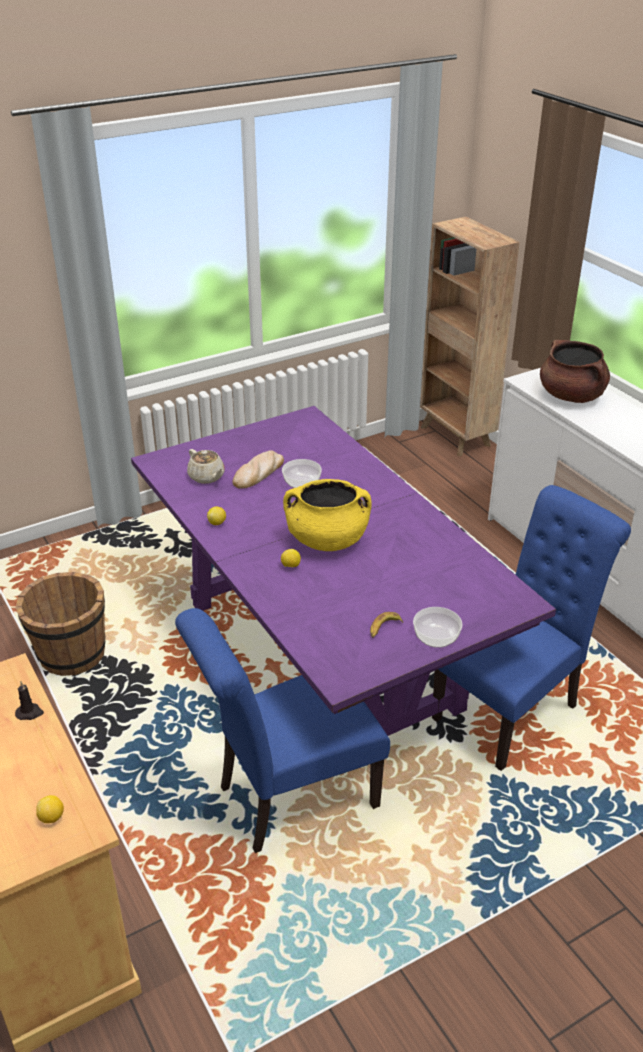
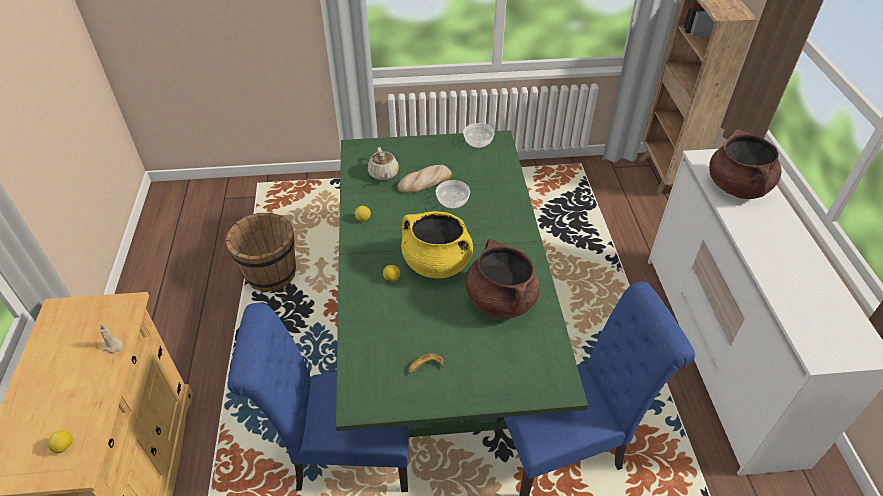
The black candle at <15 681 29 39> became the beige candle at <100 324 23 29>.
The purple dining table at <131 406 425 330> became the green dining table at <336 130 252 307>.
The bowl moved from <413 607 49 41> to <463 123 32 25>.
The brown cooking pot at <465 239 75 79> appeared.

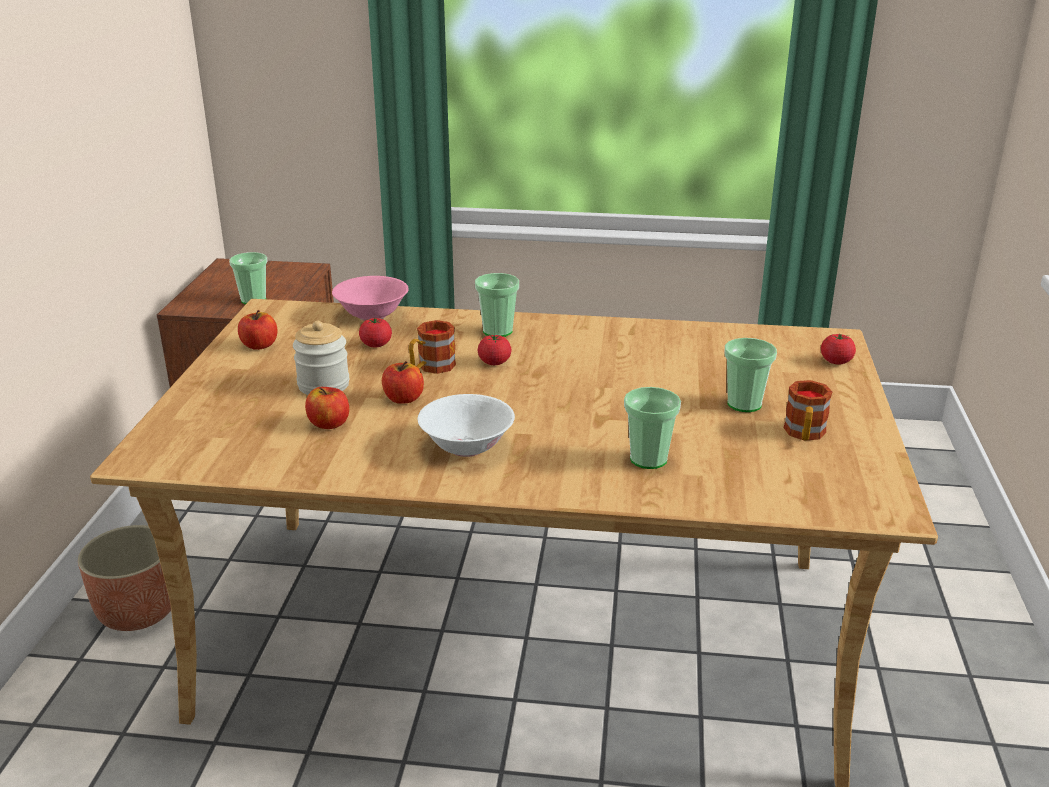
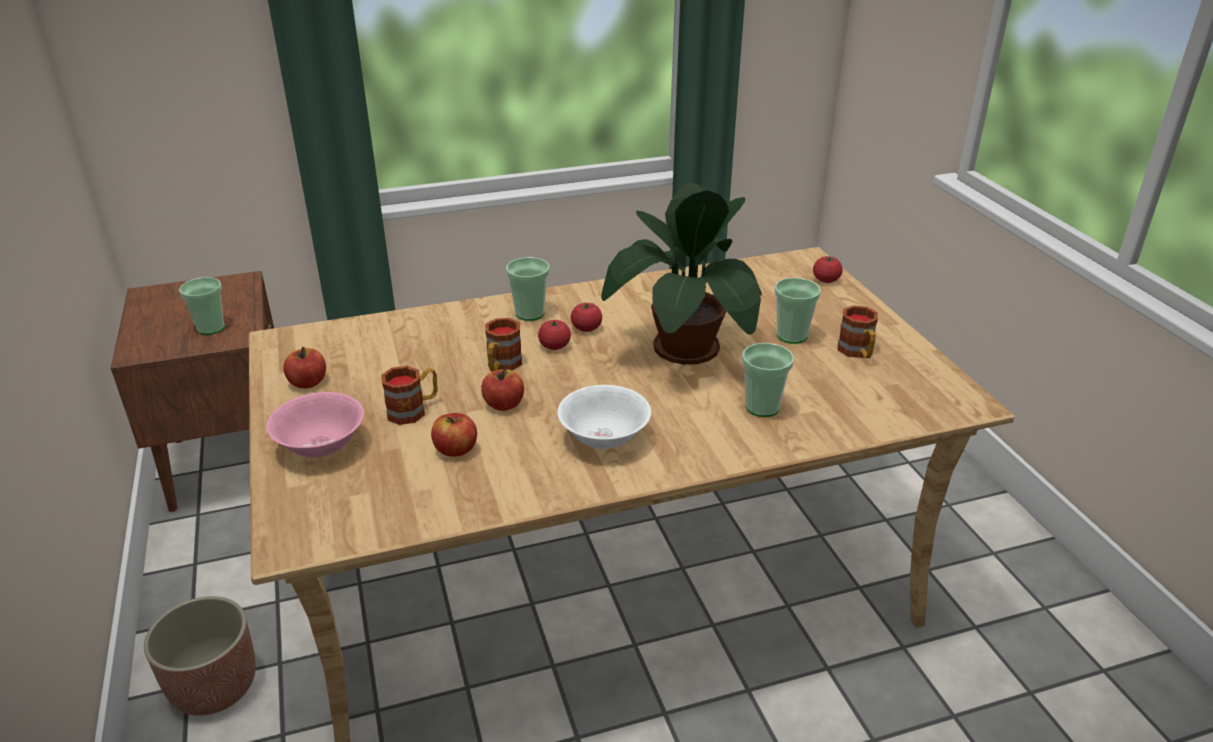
The jar at <293 321 57 74> was replaced by the mug at <381 366 57 59>.
The pink bowl moved from <332 276 77 45> to <266 392 98 65>.
The tomato moved from <359 318 33 29> to <571 303 31 29>.
The potted plant at <601 183 161 182> appeared.

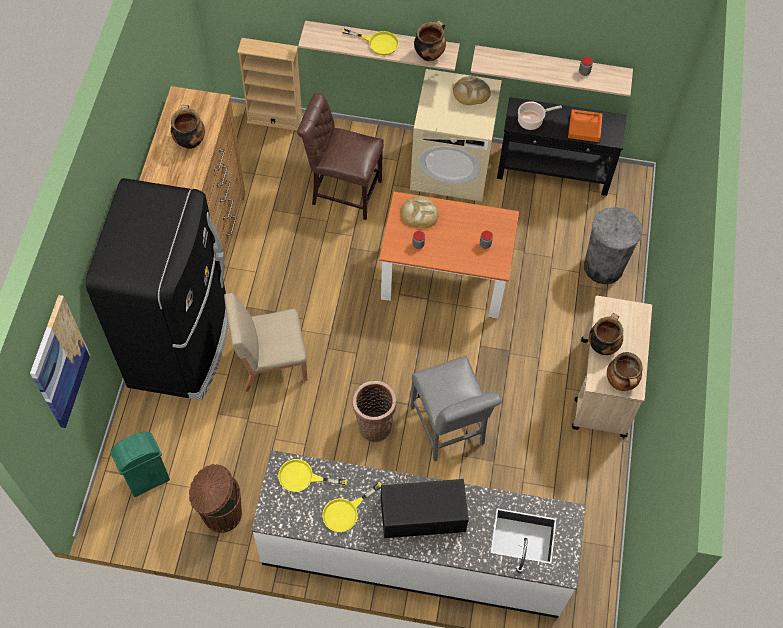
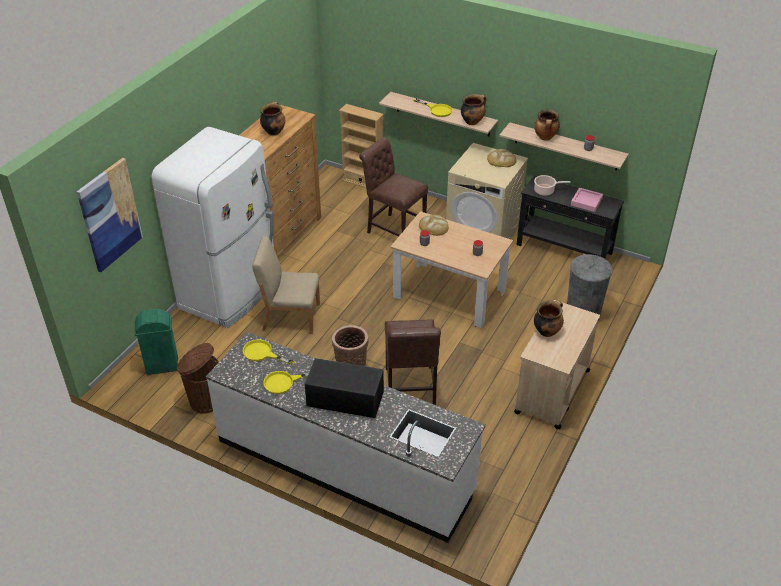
The black fridge at <86 178 142 222> became the white fridge at <152 127 122 201>.
The orange dining table at <379 192 140 127> became the beige dining table at <390 211 123 117>.
The grey chair at <410 355 91 107> became the brown chair at <385 319 56 86>.
The orange tray at <568 109 35 33> became the pink tray at <571 188 32 24>.
The cooking pot moved from <607 352 36 39> to <534 109 26 31>.

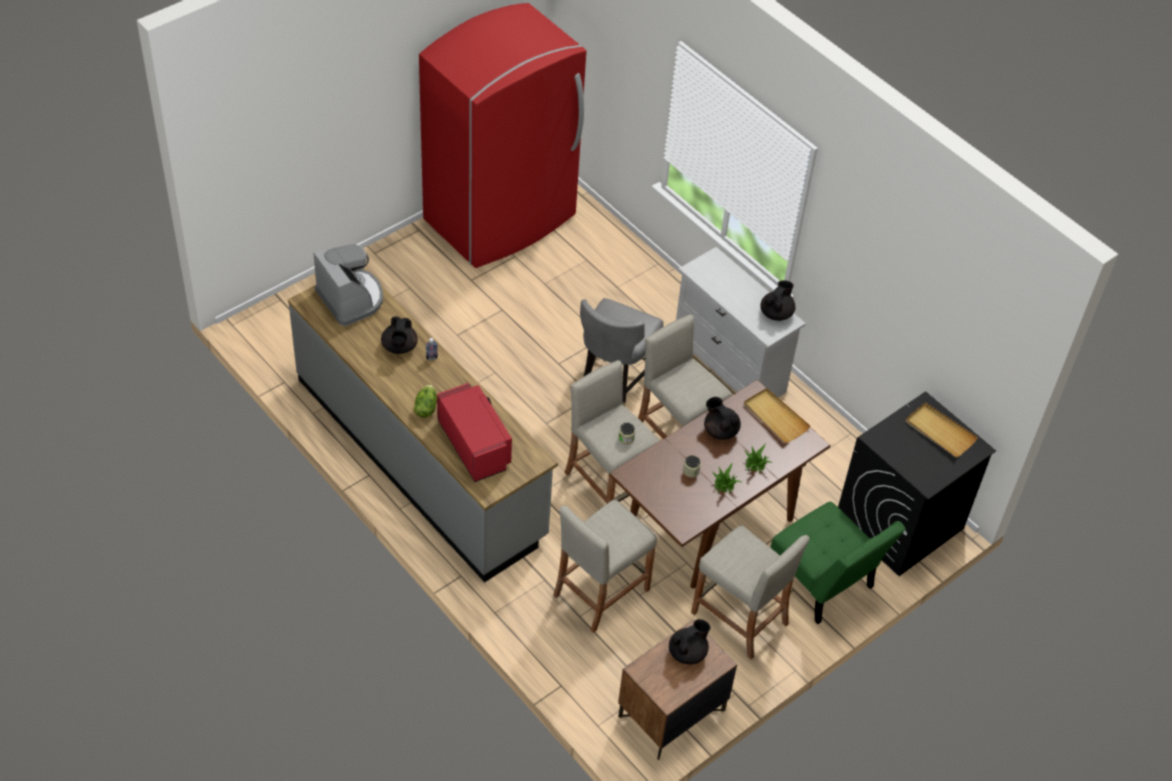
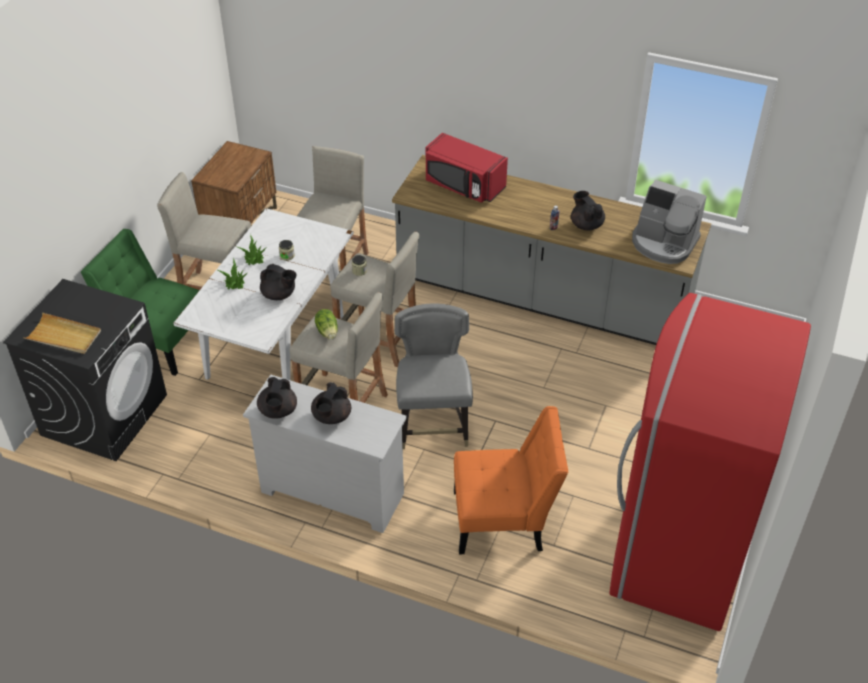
The lettuce moved from <414 384 23 34> to <315 309 23 31>.
The brown dining table at <609 380 221 209> became the white dining table at <173 208 181 172>.
The black teapot moved from <669 619 41 45> to <311 382 40 42>.
The beige tray at <744 388 67 55> disappeared.
The orange chair at <454 406 114 149> appeared.

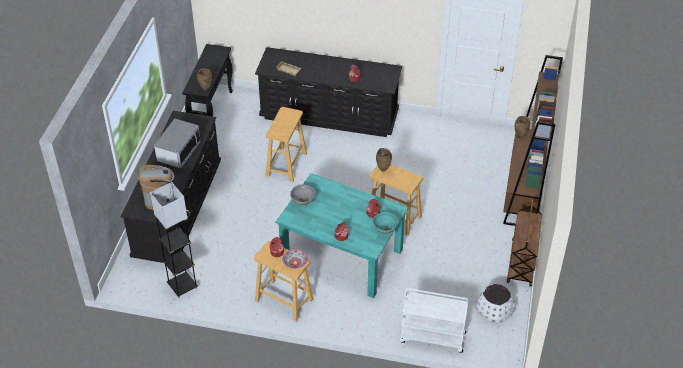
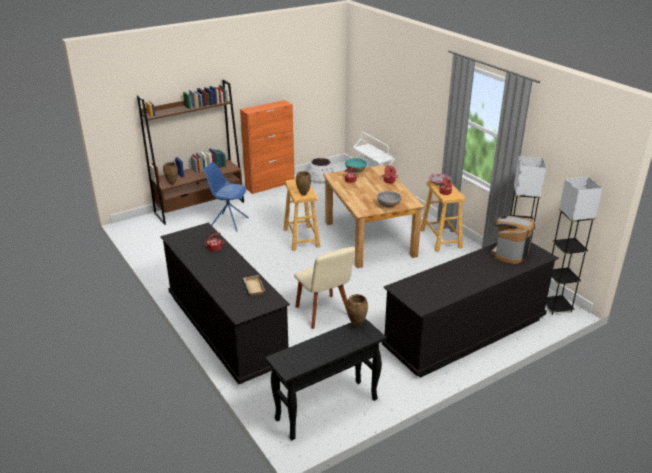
The microwave at <154 119 47 49> disappeared.
The beige stool at <266 107 41 75> was replaced by the beige chair at <294 247 61 82>.
The turquoise dining table at <275 173 133 125> became the brown dining table at <323 165 102 103>.
The brown cart at <507 200 35 87> was replaced by the orange cabinet at <240 100 55 94>.
The blue chair at <203 162 46 70> appeared.
The grey floor lamp at <546 177 57 138> appeared.

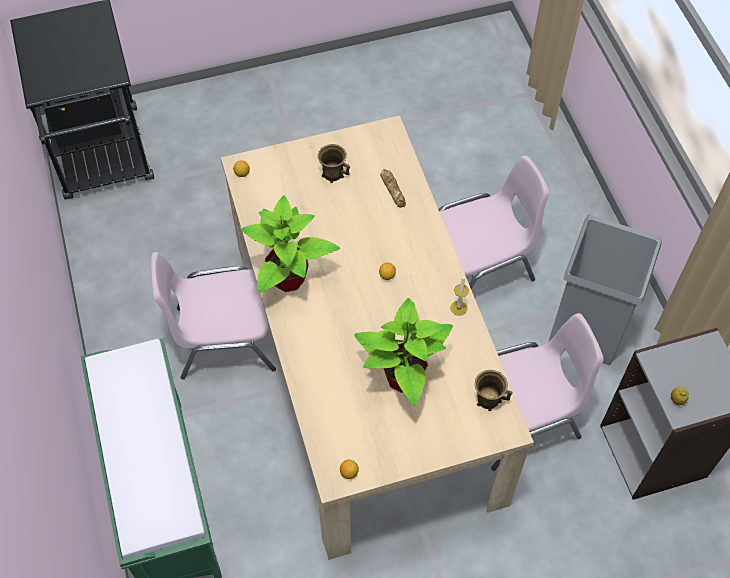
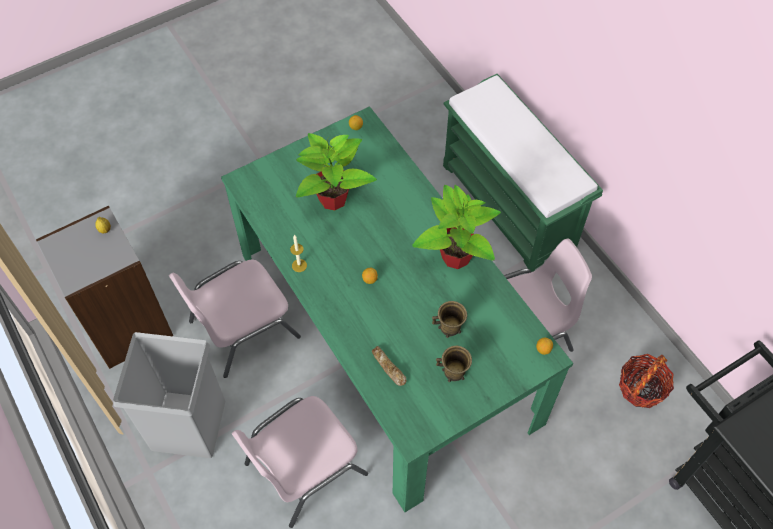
The beige dining table at <221 115 313 445> became the green dining table at <221 106 352 406>.
The brown mug moved from <475 370 38 41> to <432 301 35 37>.
The basket at <619 354 55 54> appeared.

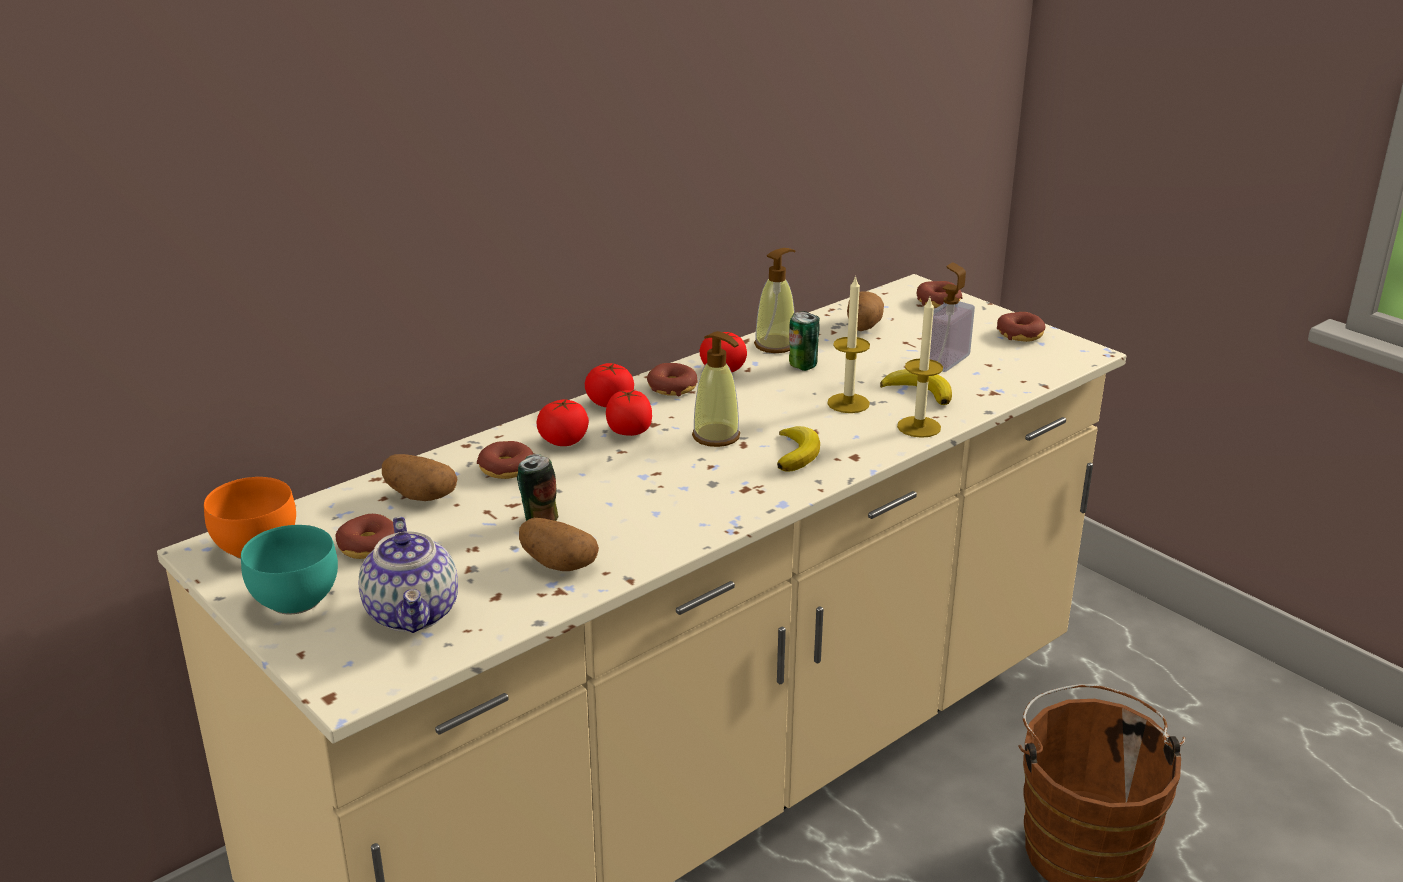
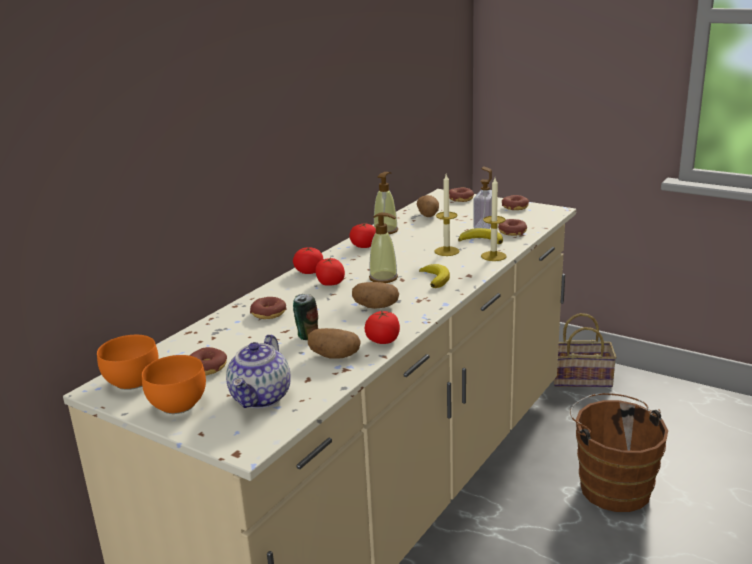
The turquoise bowl at <241 525 97 89> became the orange bowl at <142 355 64 59>.
The teapot at <358 517 100 116> turned 45 degrees clockwise.
The potato moved from <382 454 75 47> to <352 282 47 27>.
The tomato moved from <536 398 53 48> to <365 311 35 33>.
The donut moved from <647 363 51 33> to <498 219 29 17>.
The can at <789 311 31 60> disappeared.
The basket at <553 313 64 74> appeared.

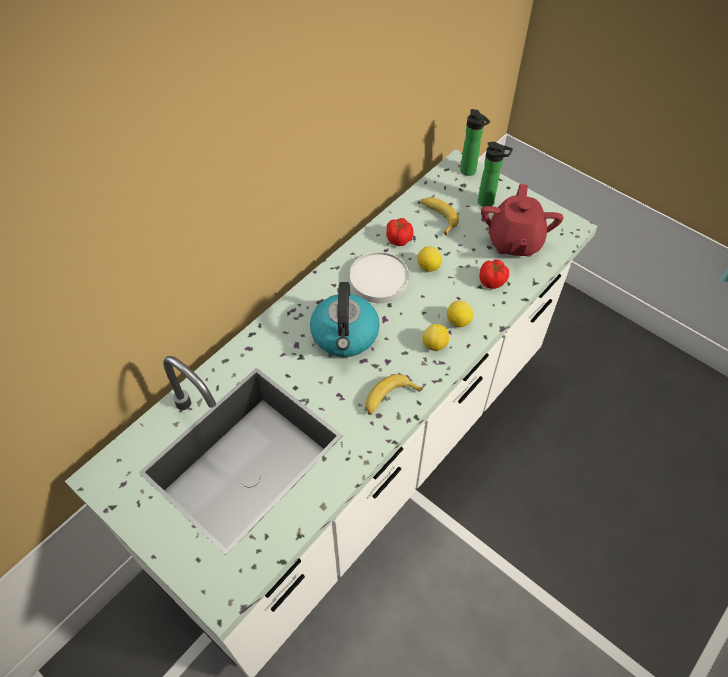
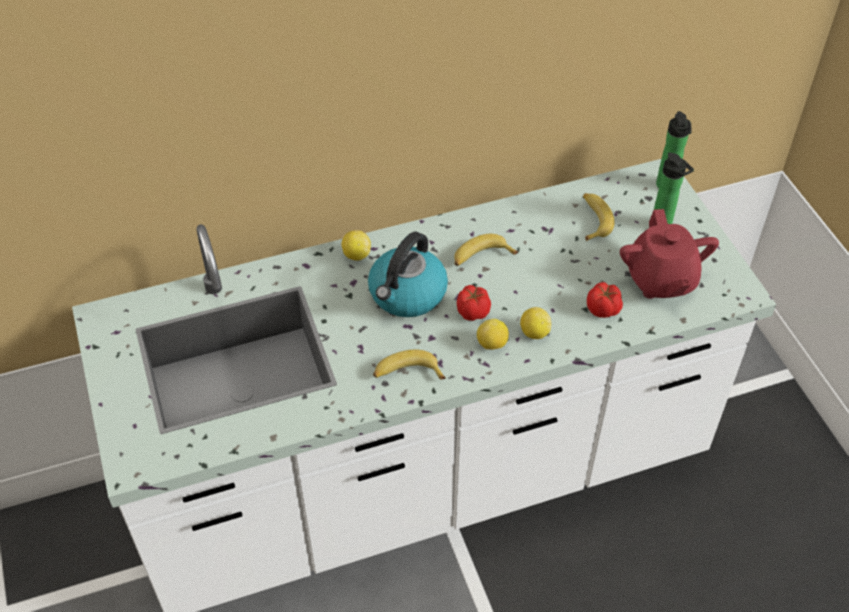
The white plate at <349 252 60 51> was replaced by the banana at <454 234 64 32>.
The tomato moved from <386 218 27 28> to <457 285 34 36>.
The lemon moved from <417 246 26 26> to <341 230 30 31>.
The red teapot at <481 184 82 73> turned 45 degrees counterclockwise.

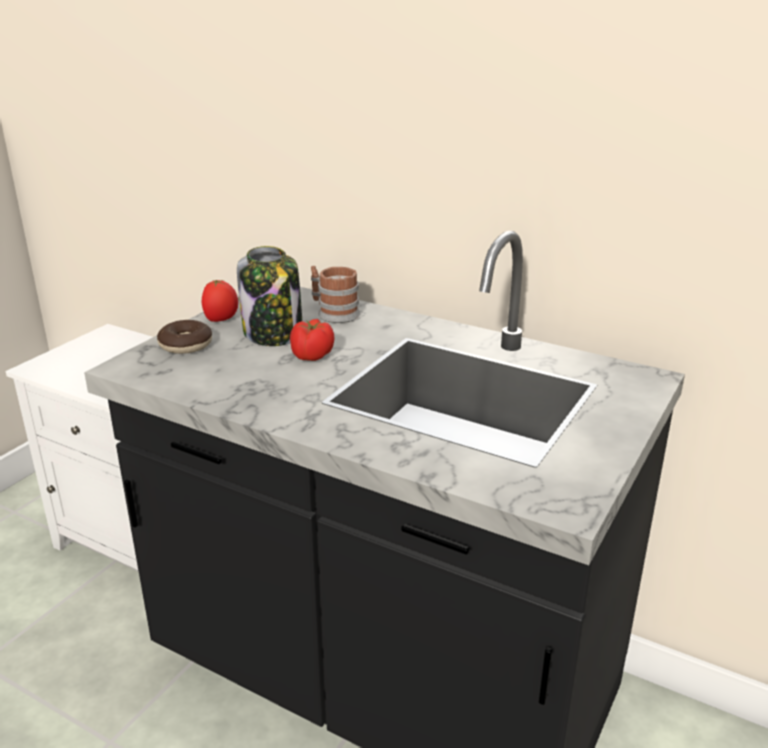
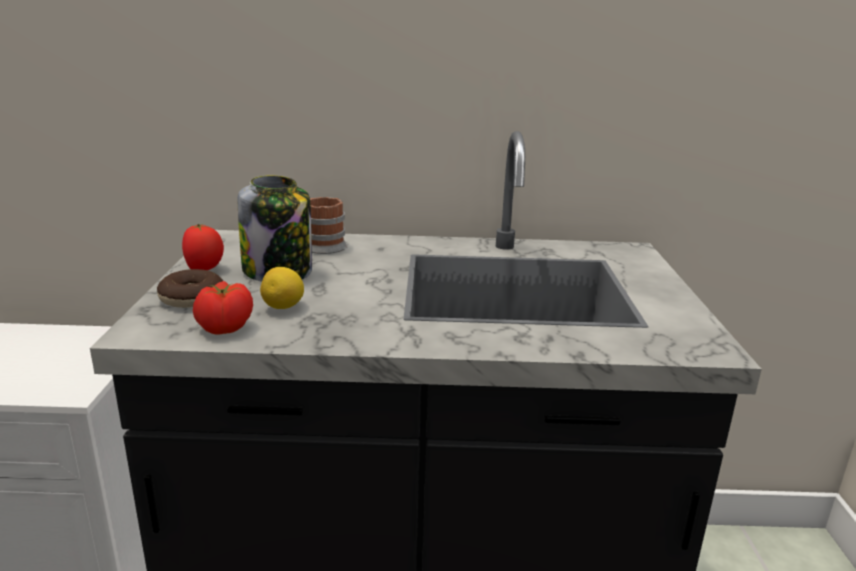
The tomato moved from <290 319 44 42> to <193 281 60 54>.
The lemon at <260 267 44 42> appeared.

